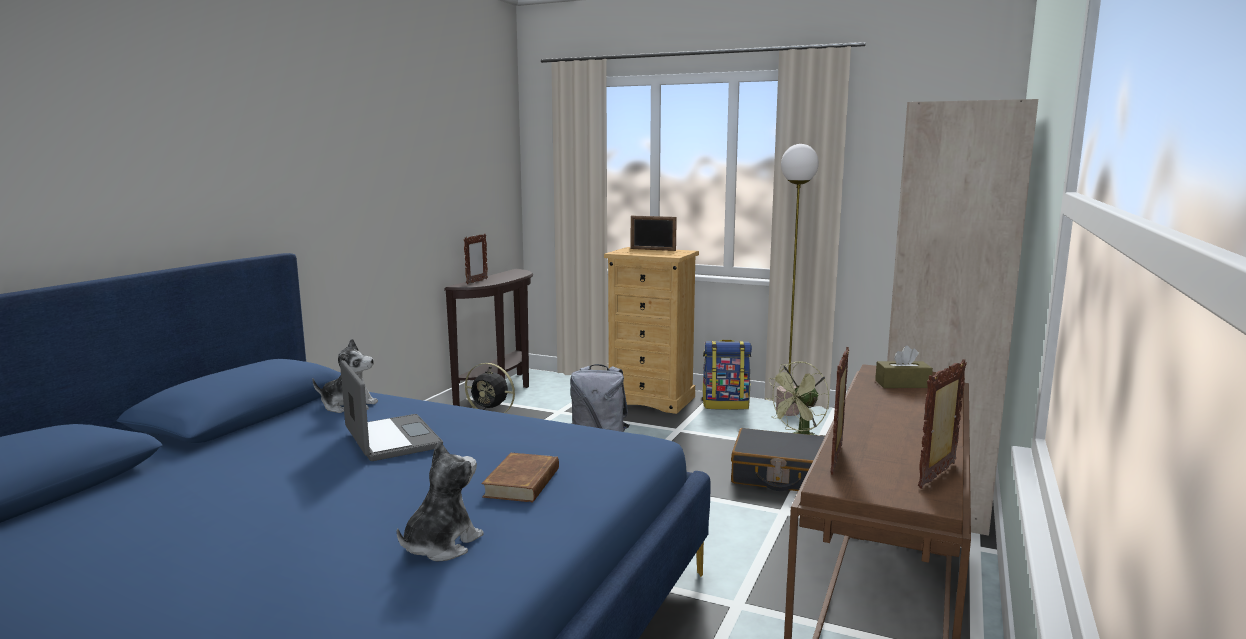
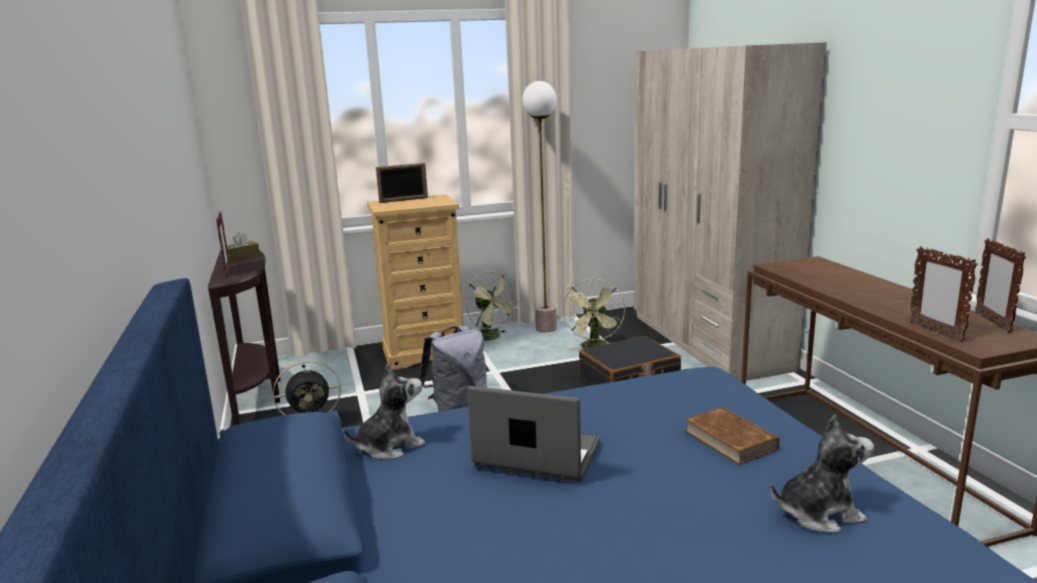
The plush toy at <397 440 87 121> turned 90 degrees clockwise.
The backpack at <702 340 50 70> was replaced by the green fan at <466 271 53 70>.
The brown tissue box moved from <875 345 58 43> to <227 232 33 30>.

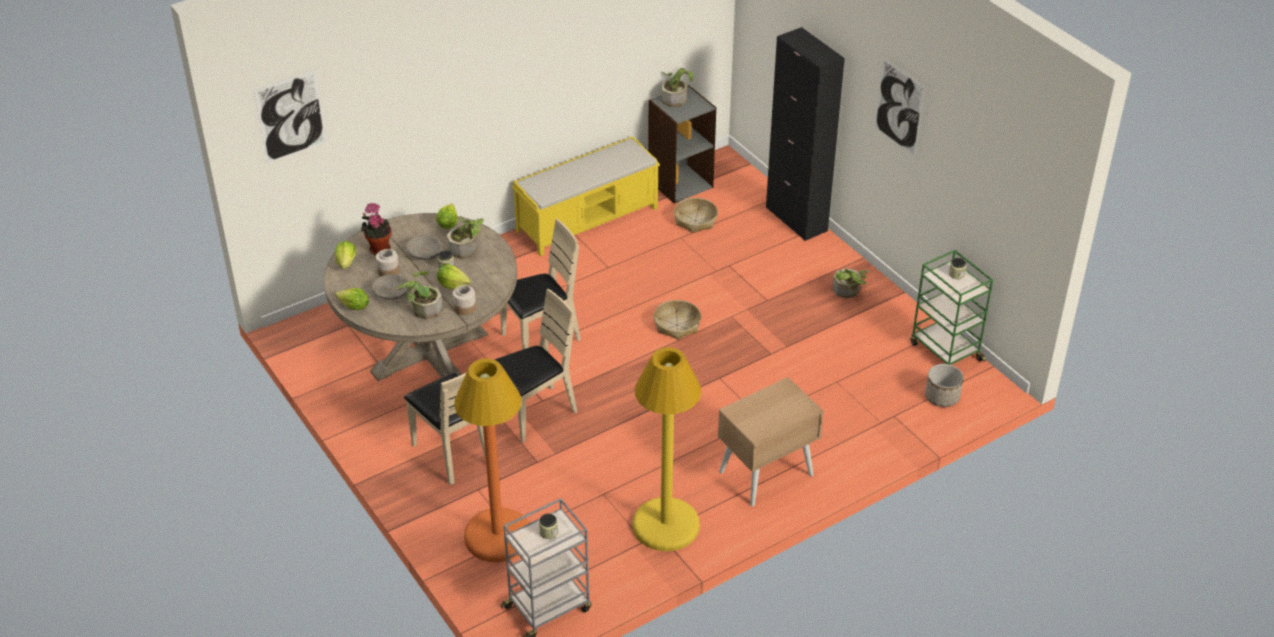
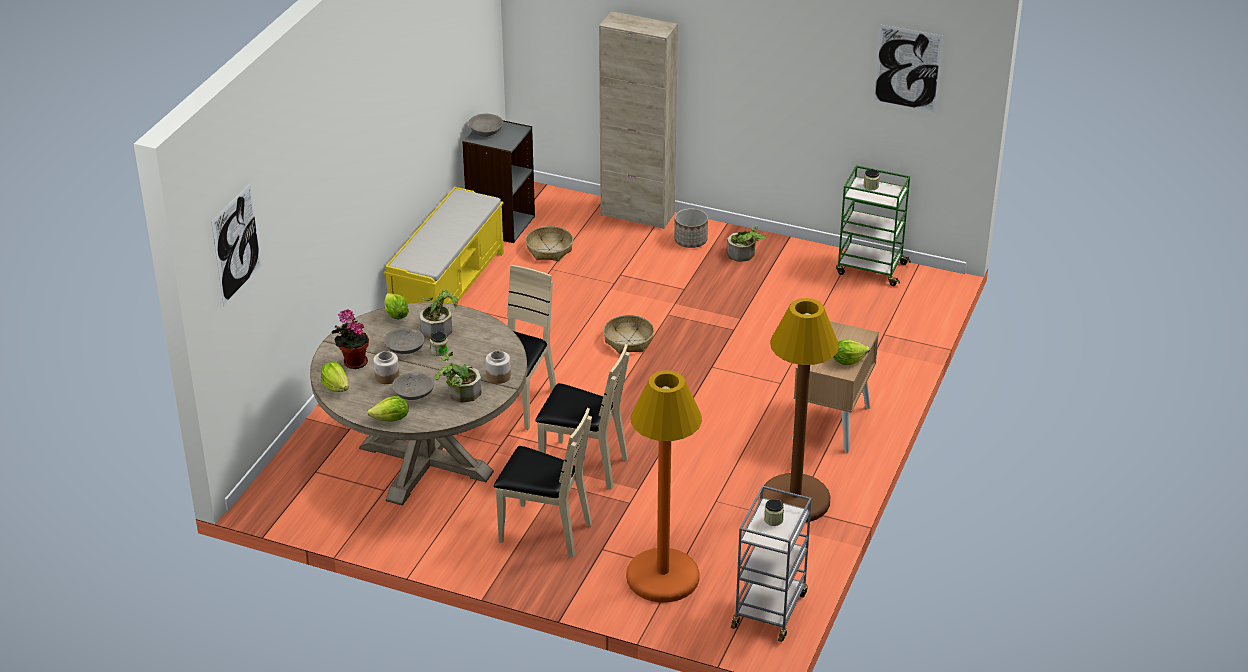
The lettuce moved from <437 264 34 25> to <833 340 37 25>.
The beige chair at <495 289 83 154> turned 90 degrees clockwise.
The yellow floor lamp at <632 347 69 204> became the brown floor lamp at <760 298 79 225>.
The potted plant at <661 68 32 39> was replaced by the grey bowl at <468 114 35 23>.
The black cabinet at <766 27 79 214> became the beige cabinet at <599 11 79 218>.
The picture moved from <875 57 50 100> to <873 24 70 89>.
The planter moved from <925 364 39 43> to <674 208 34 40>.

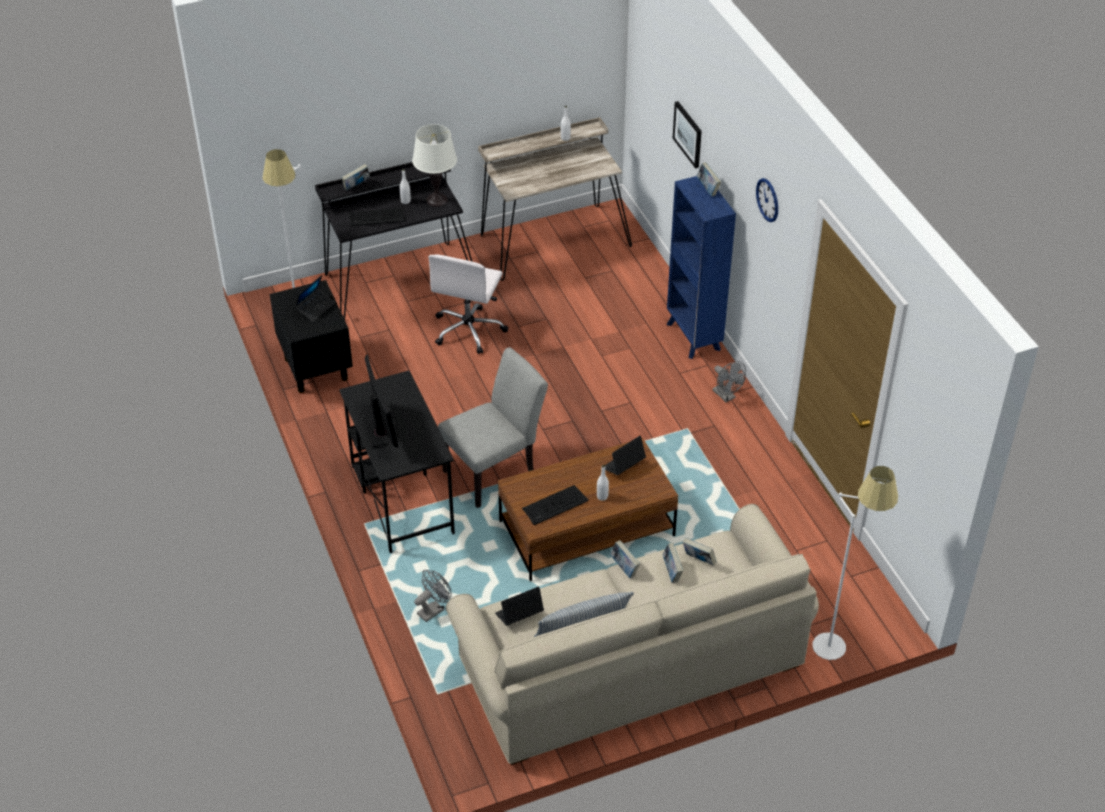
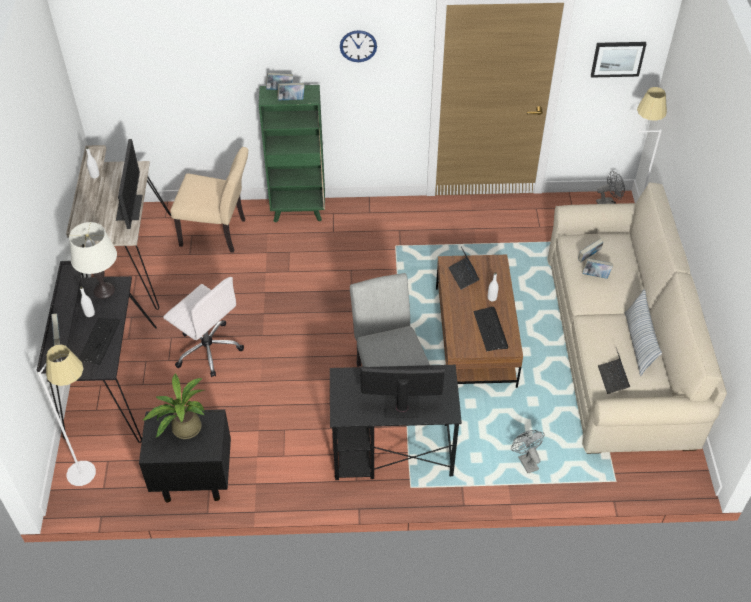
The laptop at <295 275 40 47> was replaced by the potted plant at <143 373 62 66>.
The book moved from <610 540 30 38> to <277 83 28 17>.
The blue bookcase at <667 176 69 183> became the green bookcase at <259 85 66 138>.
The picture moved from <673 101 29 67> to <591 42 55 36>.
The grey fan moved from <713 361 33 41> to <596 171 29 33>.
The monitor at <116 139 27 90> appeared.
The beige chair at <170 147 78 106> appeared.

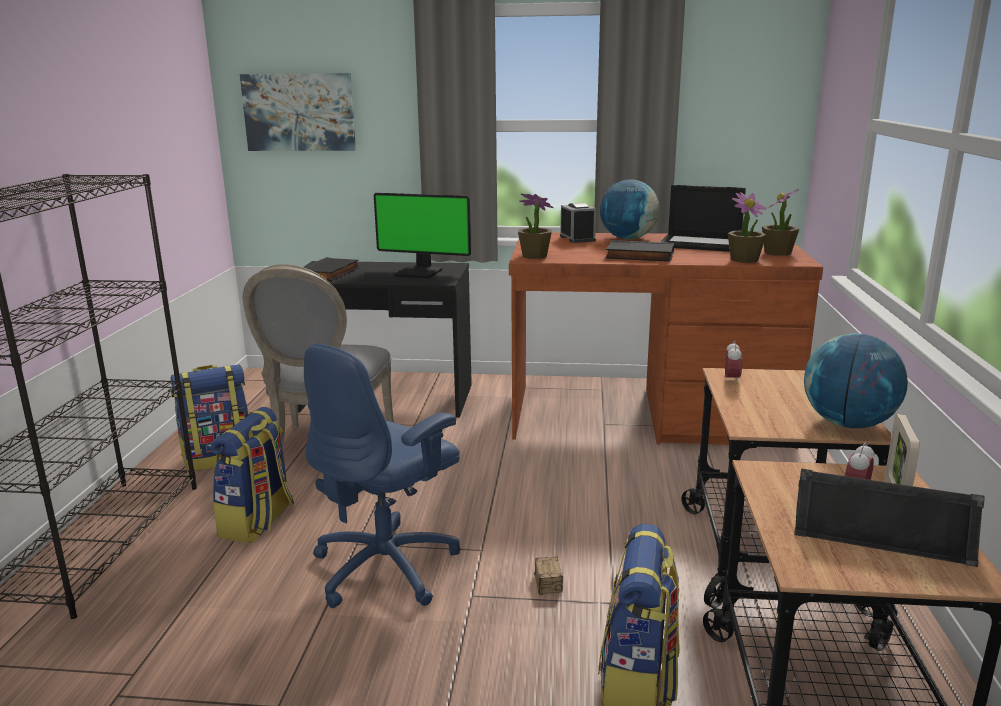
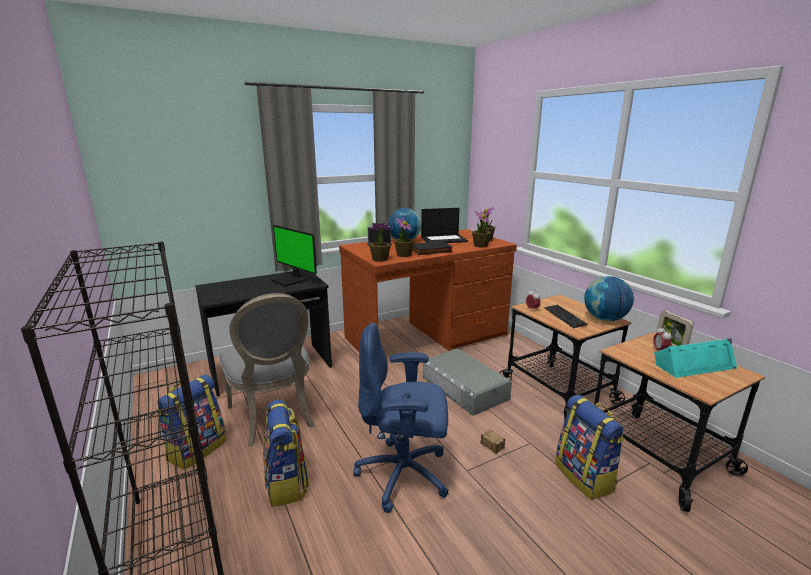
The picture at <240 73 116 78> disappeared.
The black book at <303 257 56 24> disappeared.
The blue office chair at <304 344 156 264> turned 90 degrees clockwise.
The monitor at <374 193 97 86> turned 60 degrees clockwise.
The black speaker at <794 469 191 98> became the turquoise speaker at <654 338 83 40>.
The potted plant at <394 218 20 39> appeared.
The grey storage box at <423 348 89 68> appeared.
The keyboard at <545 305 43 23> appeared.

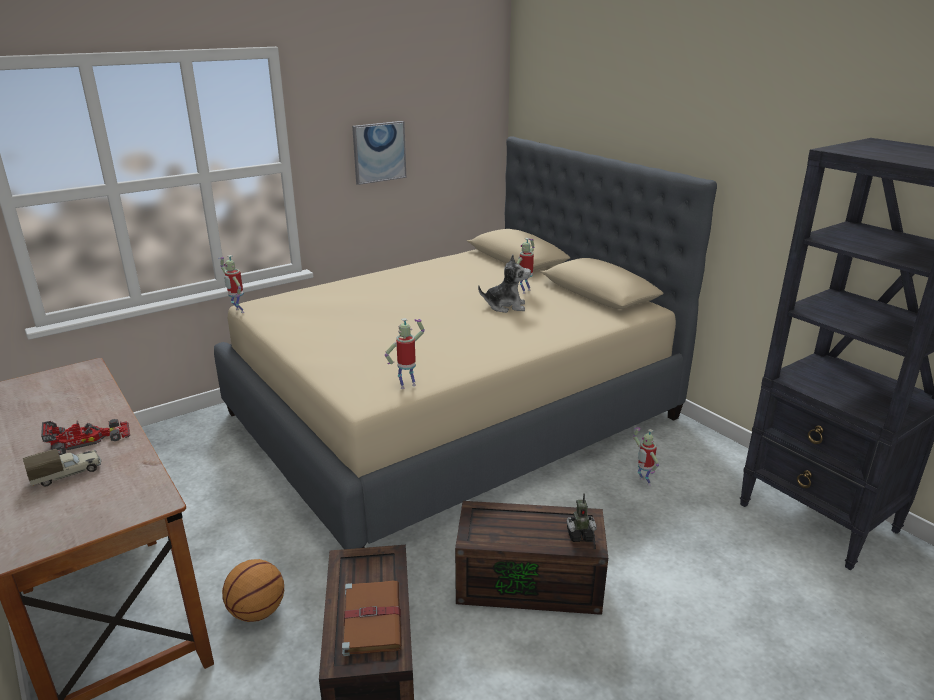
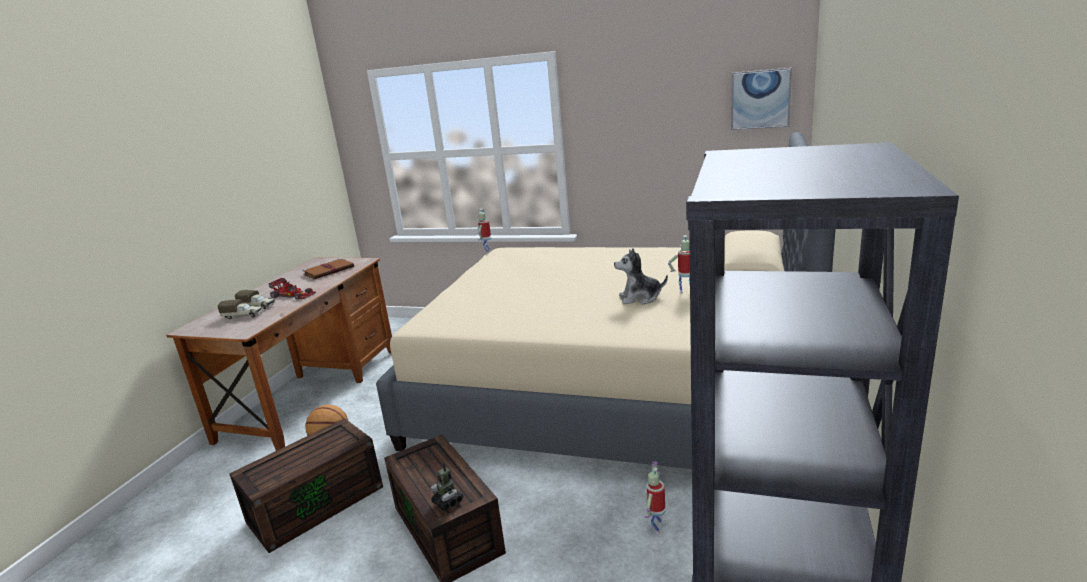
The brown book moved from <342 580 60 76> to <302 258 52 21>.
The picture moved from <352 121 54 64> to <731 68 61 62>.
The toy robot at <385 318 40 71> disappeared.
The plush toy at <478 255 53 58> turned 120 degrees clockwise.
The toy truck at <217 299 46 20> appeared.

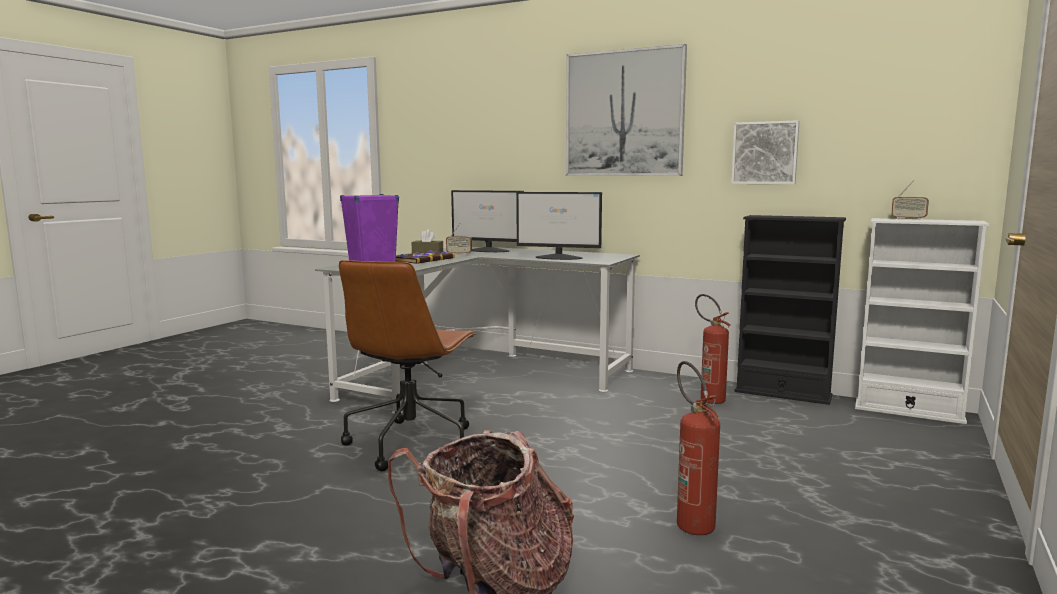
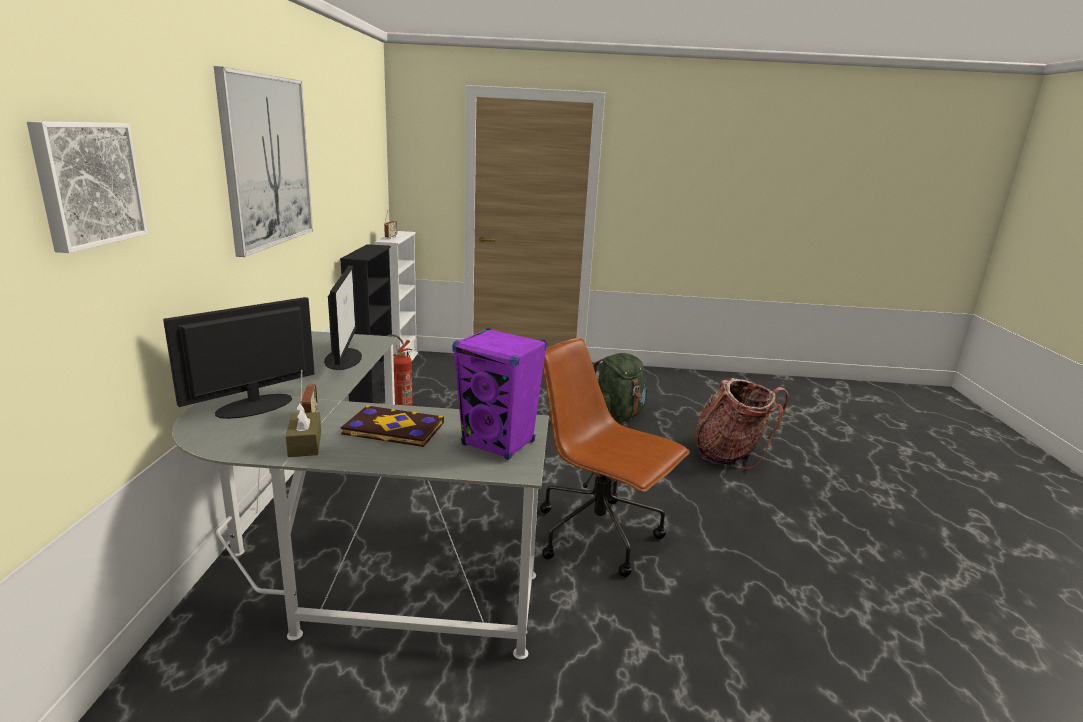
The brown office chair at <339 260 137 211> turned 135 degrees counterclockwise.
The monitor at <451 190 73 62> turned 135 degrees counterclockwise.
The fire extinguisher at <677 361 43 174> was replaced by the green backpack at <593 353 55 70>.
The picture moved from <731 120 69 64> to <27 121 121 132>.

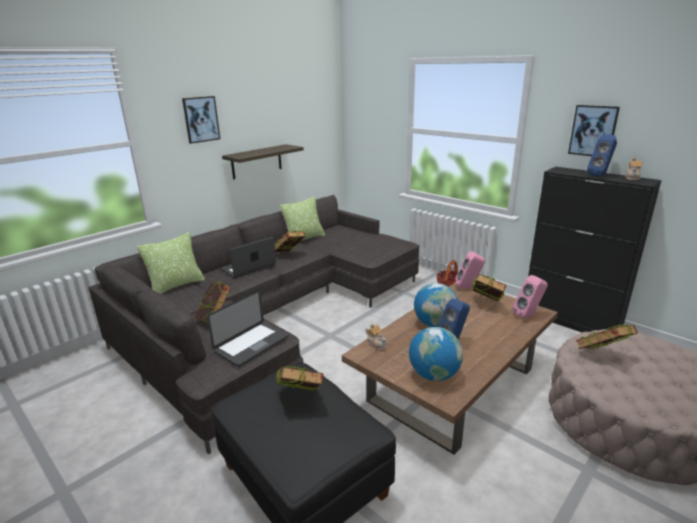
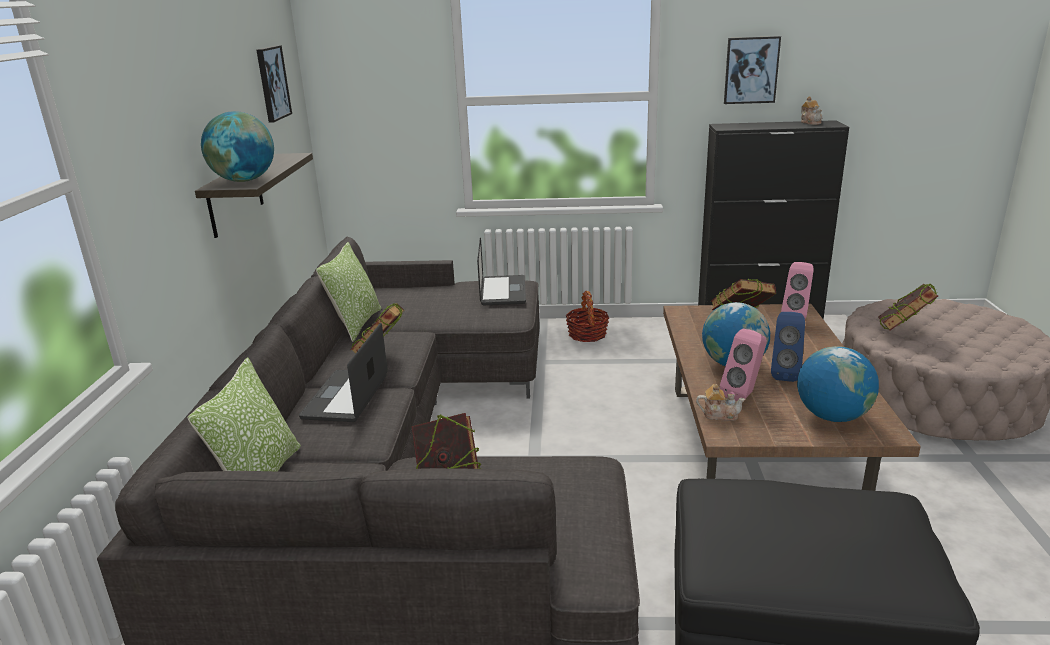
The picture moved from <182 96 38 48> to <257 45 35 78>.
The laptop moved from <207 290 81 77> to <477 237 49 68>.
The book at <276 366 47 24> disappeared.
The pink speaker moved from <455 251 30 37> to <720 329 47 72>.
The blue speaker at <587 134 30 42> disappeared.
The globe at <201 111 73 71> appeared.

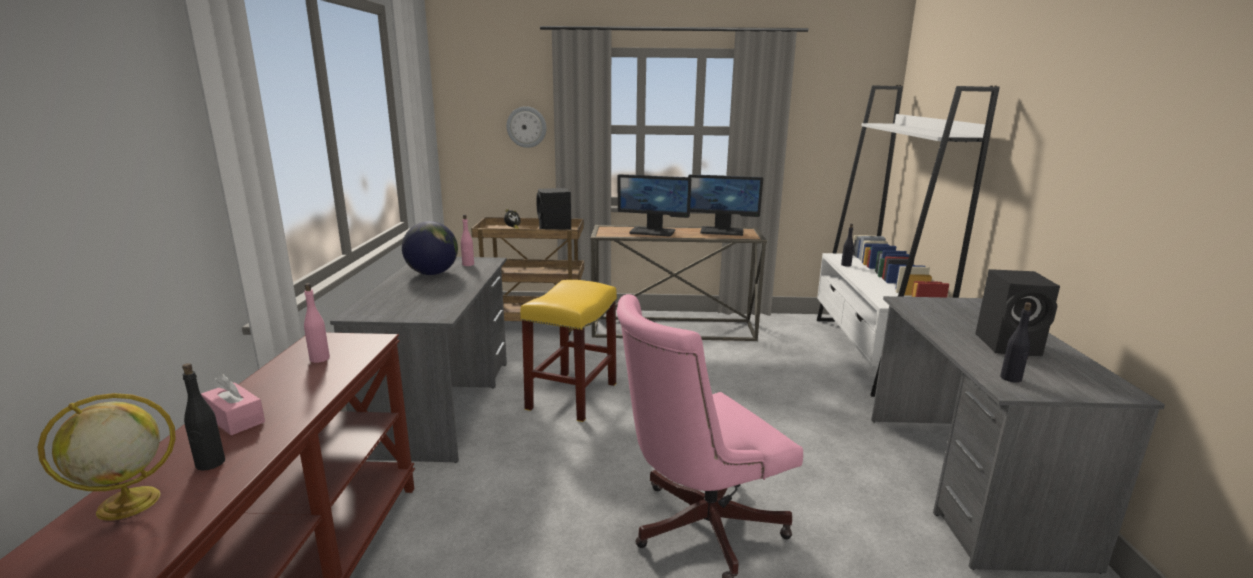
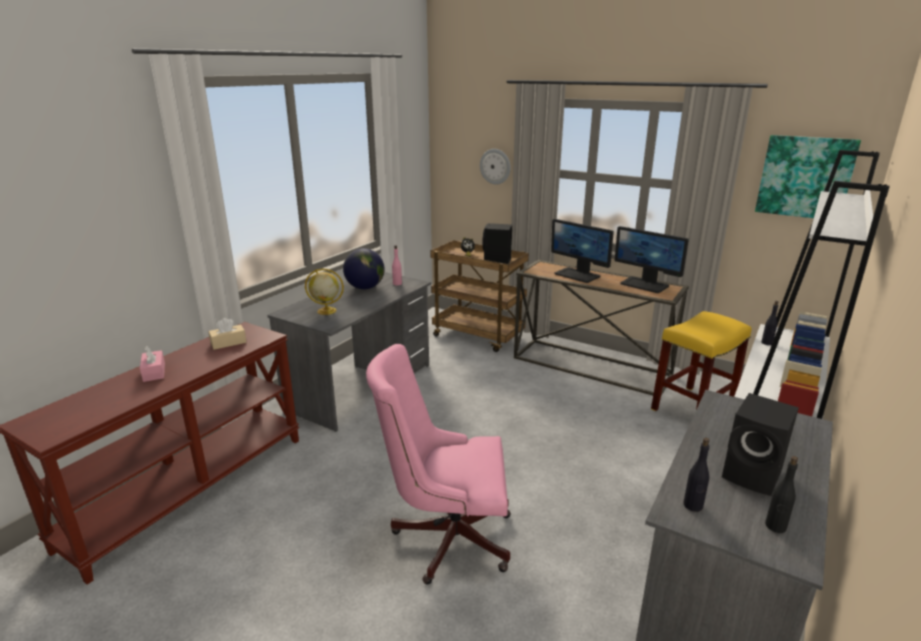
The globe moved from <38 393 138 128> to <305 269 39 46>.
The black bottle moved from <182 363 43 108> to <765 456 33 77>.
The pink bottle at <304 283 26 80> was replaced by the beige tissue box at <208 318 39 32>.
The yellow stool moved from <520 280 97 142> to <651 311 100 100>.
The picture at <755 135 106 83> appeared.

